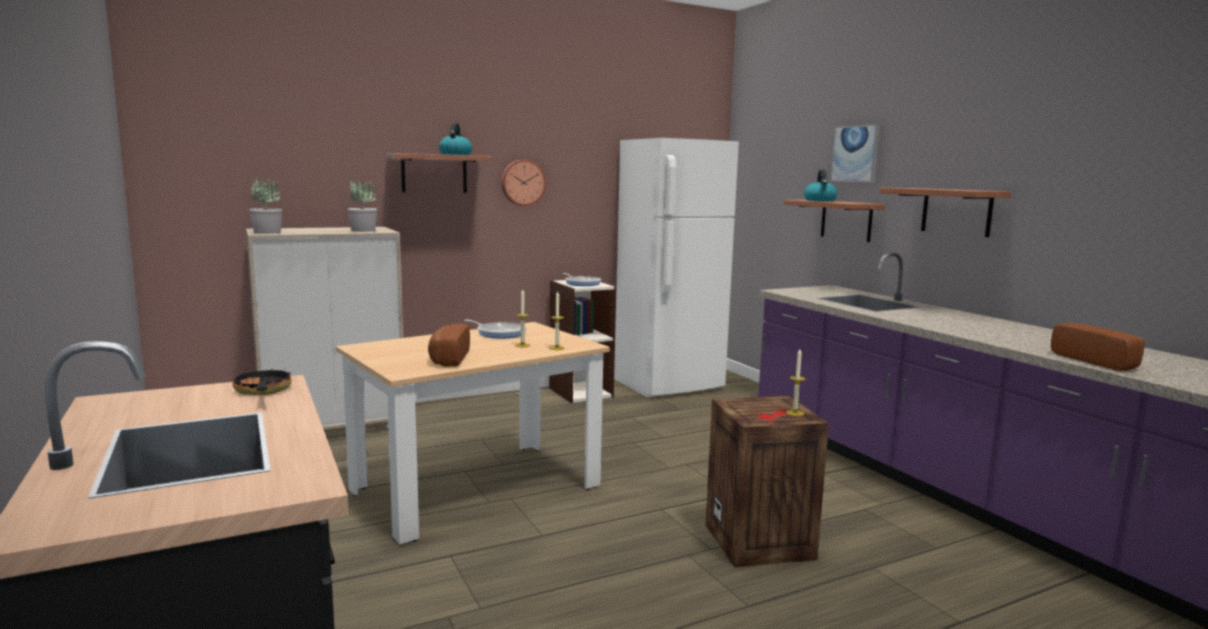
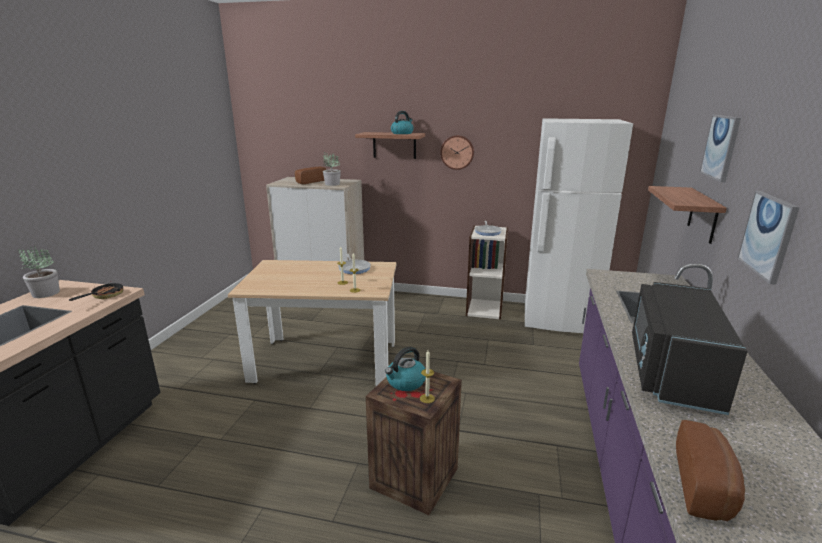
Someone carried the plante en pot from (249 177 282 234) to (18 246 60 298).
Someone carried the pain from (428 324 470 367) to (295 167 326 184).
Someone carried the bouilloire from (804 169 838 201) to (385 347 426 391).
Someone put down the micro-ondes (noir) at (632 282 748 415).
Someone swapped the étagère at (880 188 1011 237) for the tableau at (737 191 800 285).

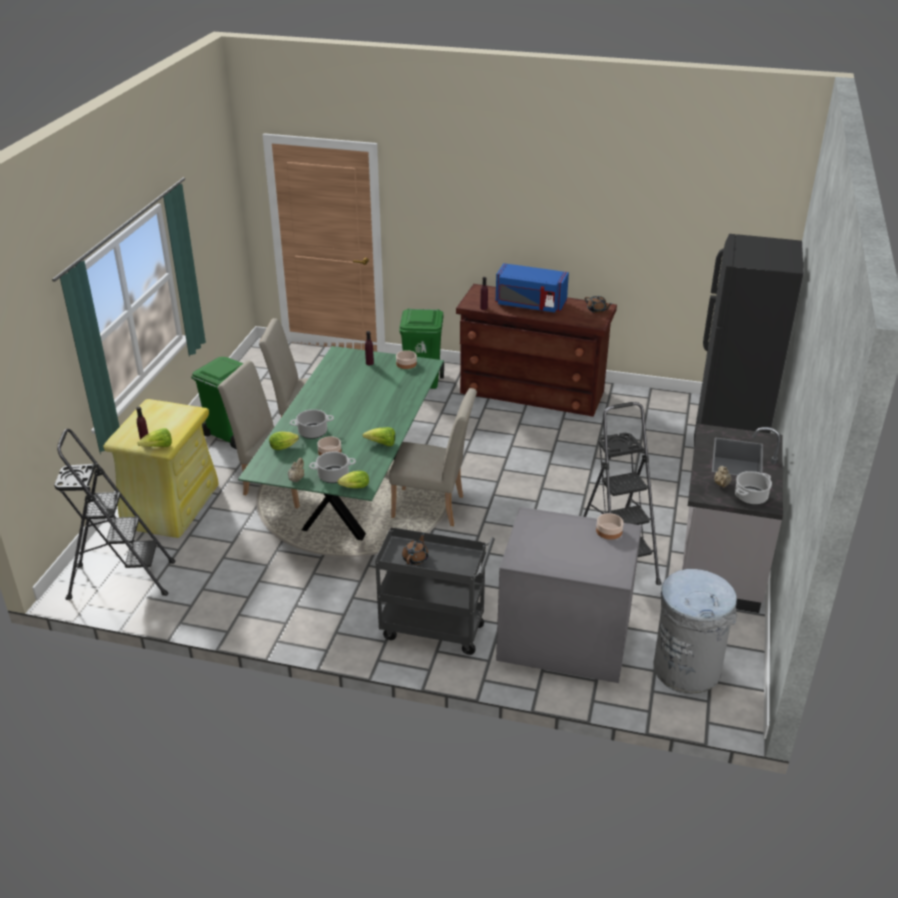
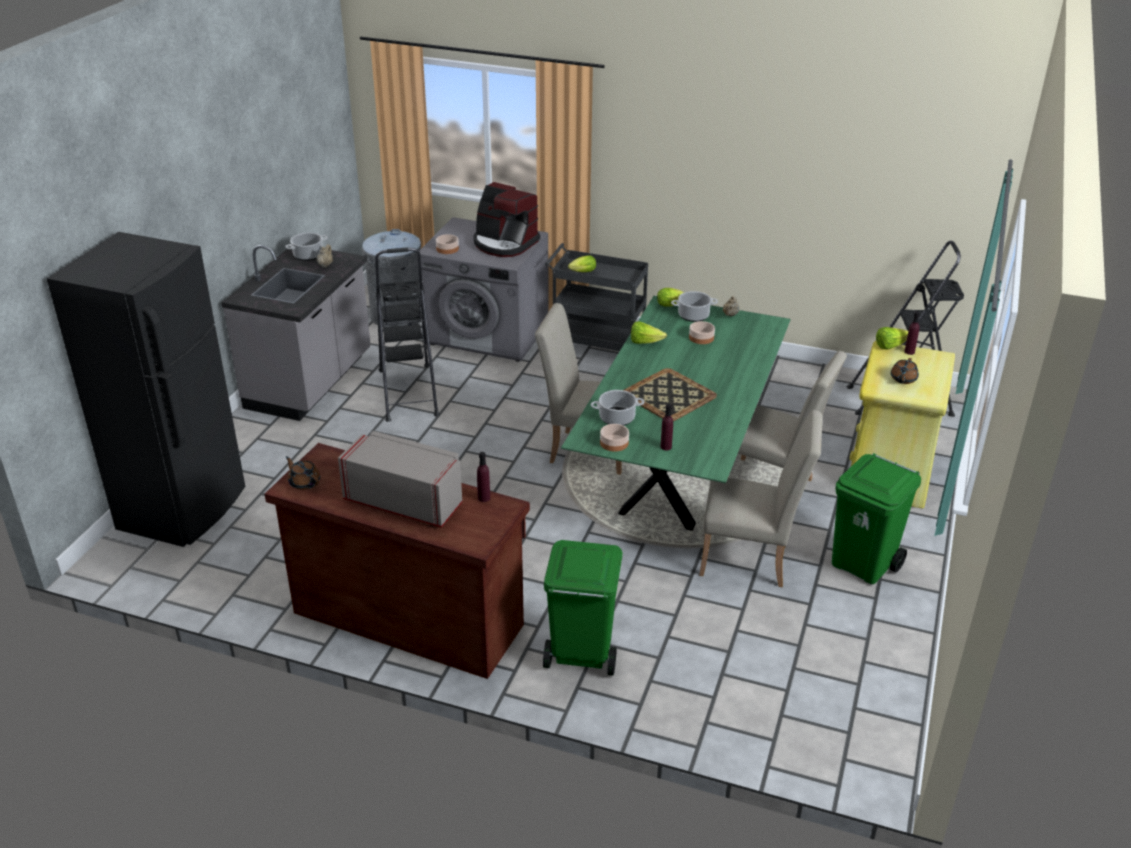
Someone repainted the micro-ondes (bleu) at (496 263 569 313), which became the micro-ondes (gris) at (338 431 462 528).
Someone put down the machine à café at (473 182 540 257).
Someone carried the laitue from (269 432 299 450) to (568 256 596 272).
Someone carried the marmite from (290 409 334 439) to (591 390 645 426).
Someone put down the plateau at (624 368 717 421).
Someone carried the théière (marron) from (402 533 429 565) to (891 358 919 384).

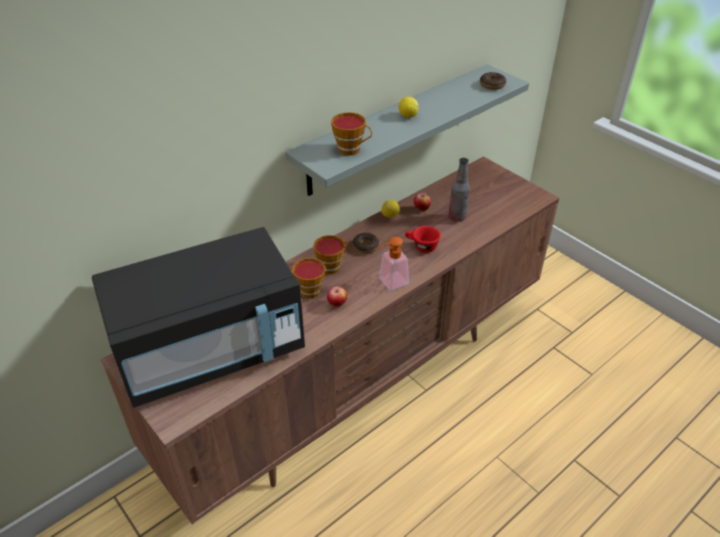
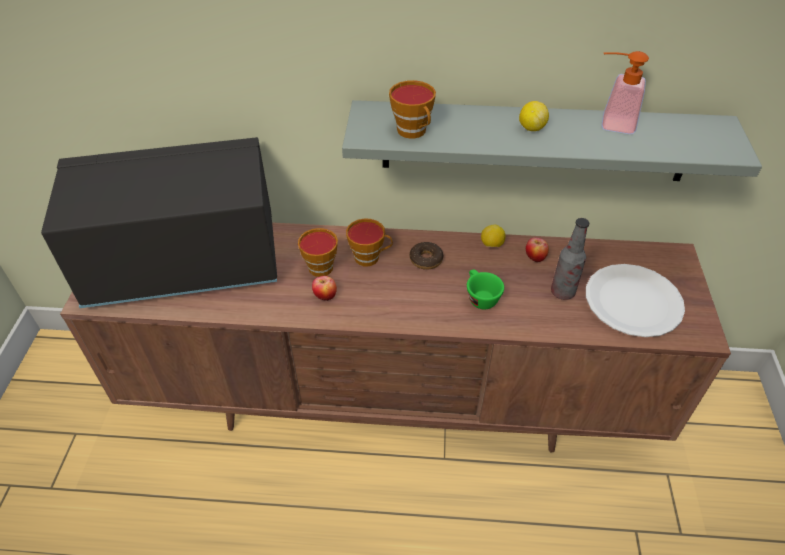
Someone rotated the micro-ondes (noir) at (92 227 305 408) by 150 degrees clockwise.
Someone repainted the tasse (rouge) at (405 226 441 253), which became the tasse (vert) at (467 270 504 309).
Someone put down the assiette (blanc) at (586 264 685 337).
Someone carried the distributeur de savon from (375 237 409 291) to (602 51 649 134).
Someone took away the beignet at (480 72 506 90).

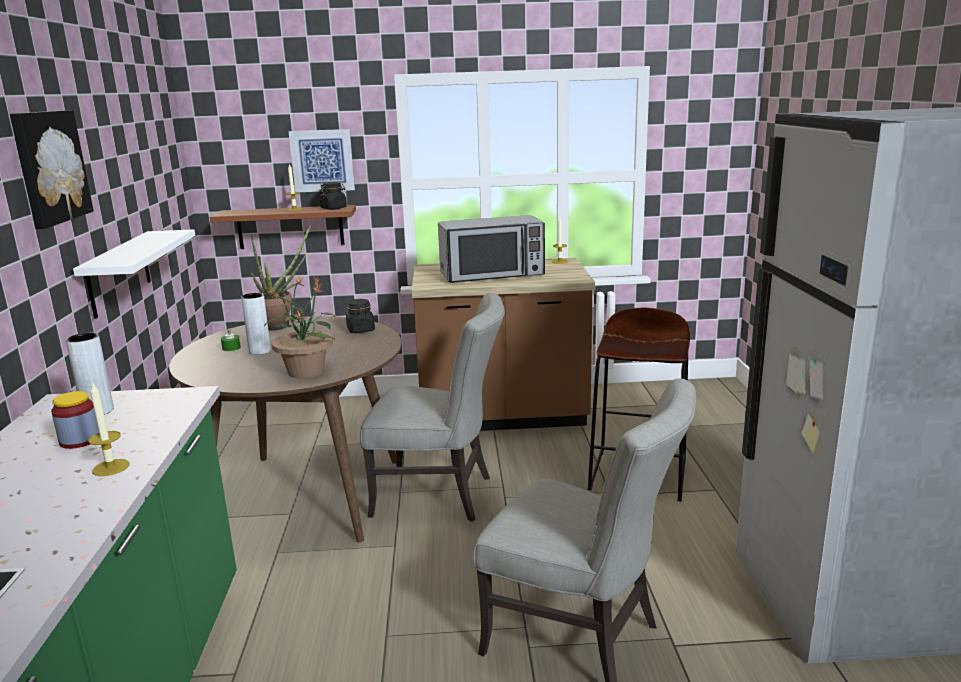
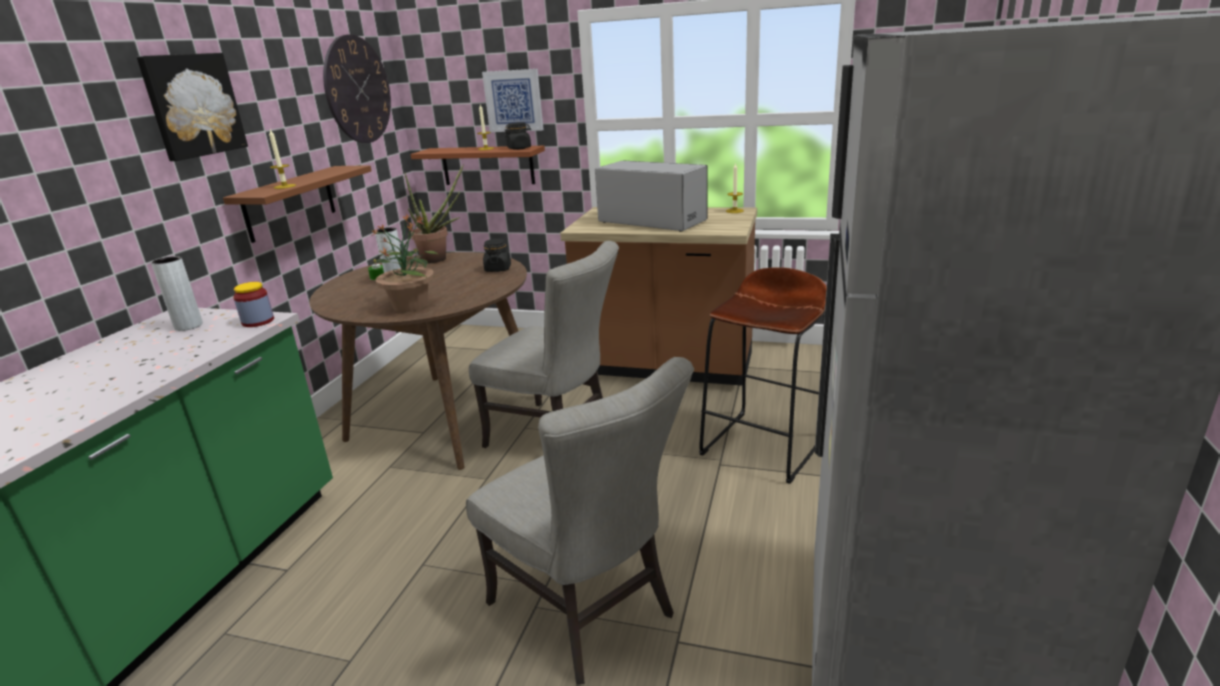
Someone repainted the étagère (blanc) at (73 229 195 319), which became the étagère (marron) at (223 165 372 243).
Someone carried the bocal from (51 391 99 449) to (233 282 274 327).
Someone carried the bougie from (88 382 130 476) to (269 129 296 189).
Someone put up the horloge murale at (323 34 391 143).
Someone rotated the micro-ondes at (438 215 545 283) by 150 degrees counterclockwise.

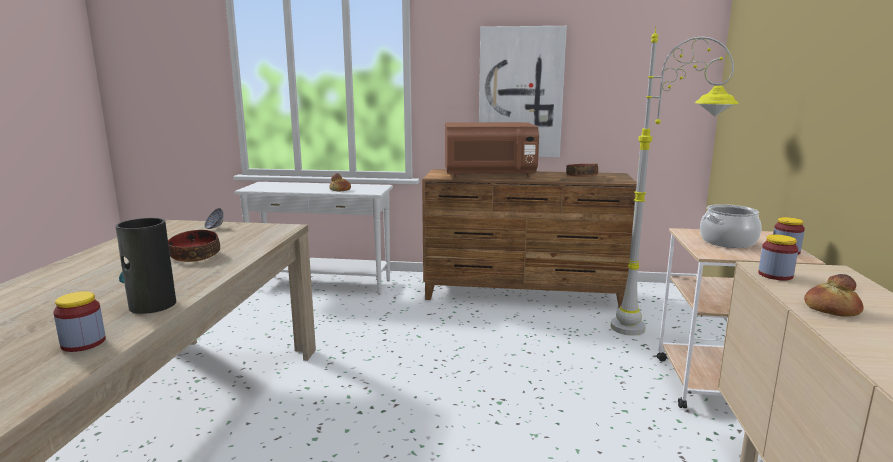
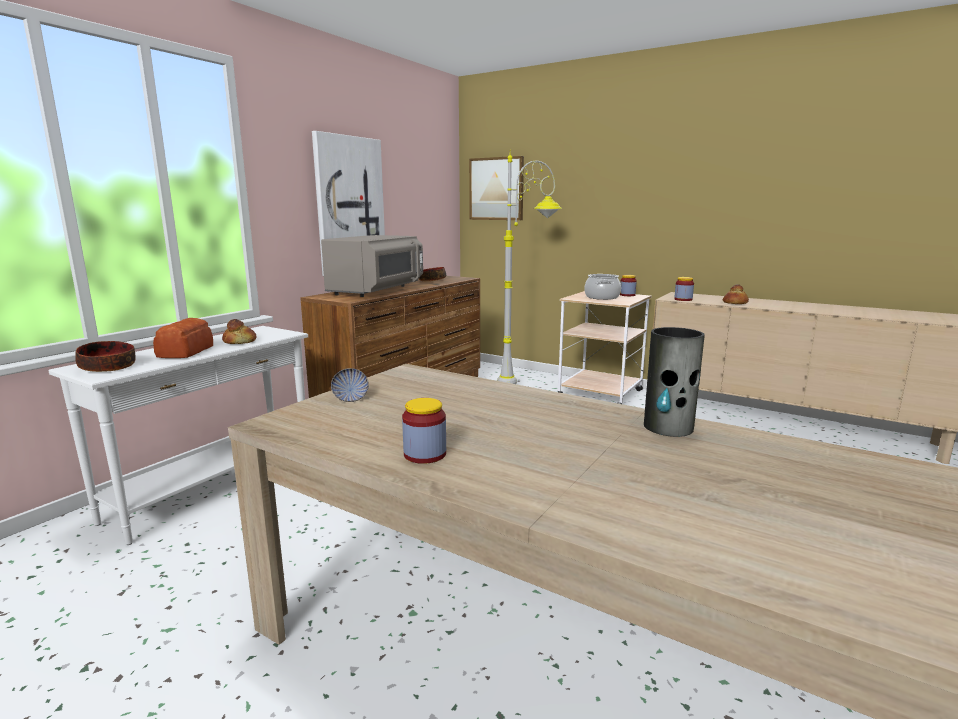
Someone carried the bol from (168 230 220 262) to (75 341 136 372).
Someone put down the pain at (153 318 213 358).
Someone repainted the micro-ondes (marron) at (445 122 539 177), which became the micro-ondes (gris) at (321 235 423 297).
Someone carried the bocal from (53 292 106 352) to (402 398 446 464).
Someone put up the tableau at (469 156 524 220).

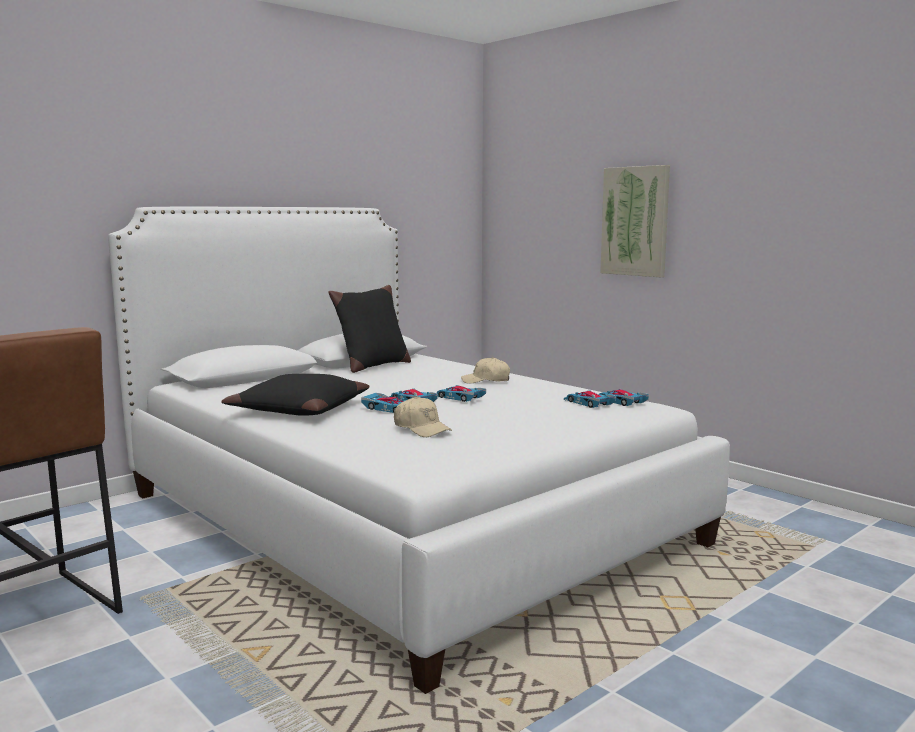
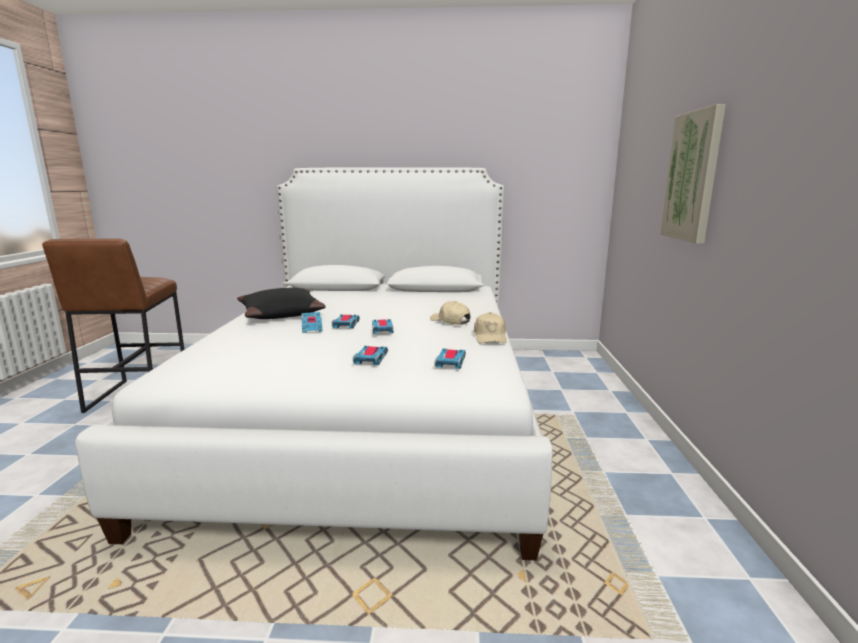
Someone carried the petite voiture from (599 389 649 406) to (353 346 388 365).
Someone carried the casquette (beige) from (394 397 452 437) to (474 312 507 343).
Someone took away the coussin (noir) at (329 285 411 373).

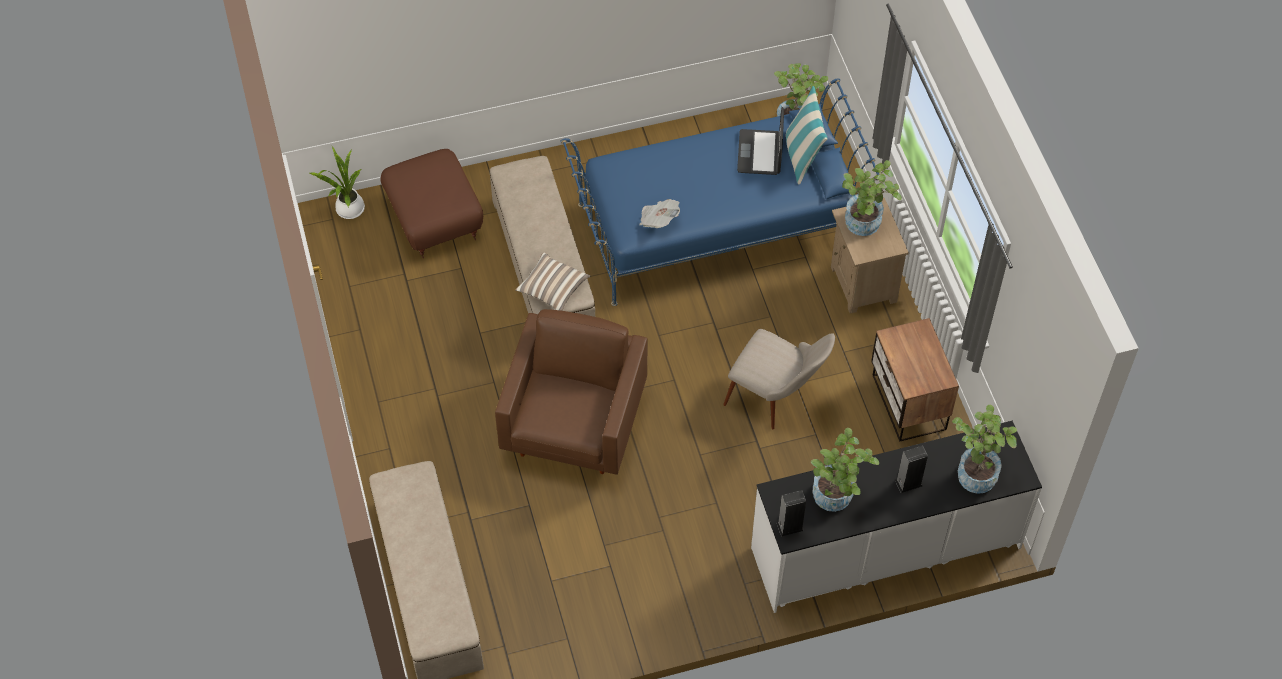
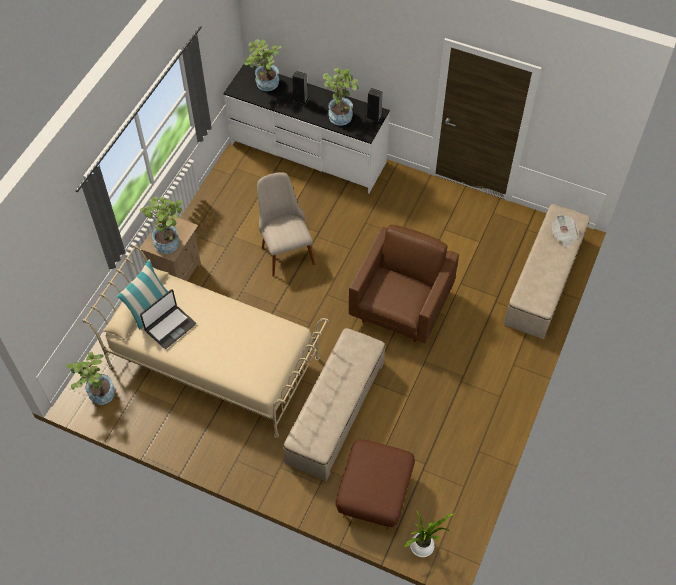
Someone repainted the lit (bleu) at (560 78 879 306), which became the lit (beige) at (82 245 329 438).
Someone rotated the fauteuil (marron) at (495 309 648 475) by 150 degrees clockwise.
Someone carried the journal from (640 199 680 228) to (552 214 579 248).
Someone took away the coussin at (515 252 590 311).
Someone took away the table de chevet at (871 318 959 442).

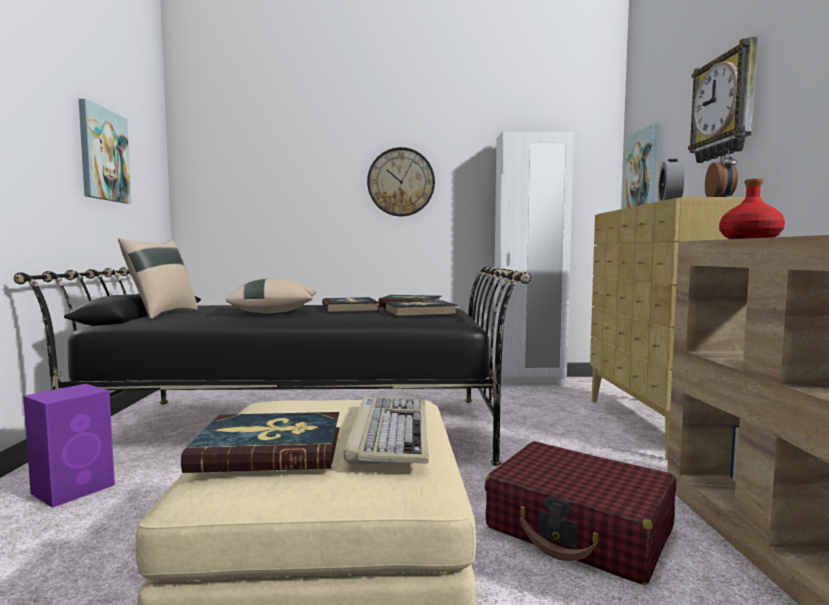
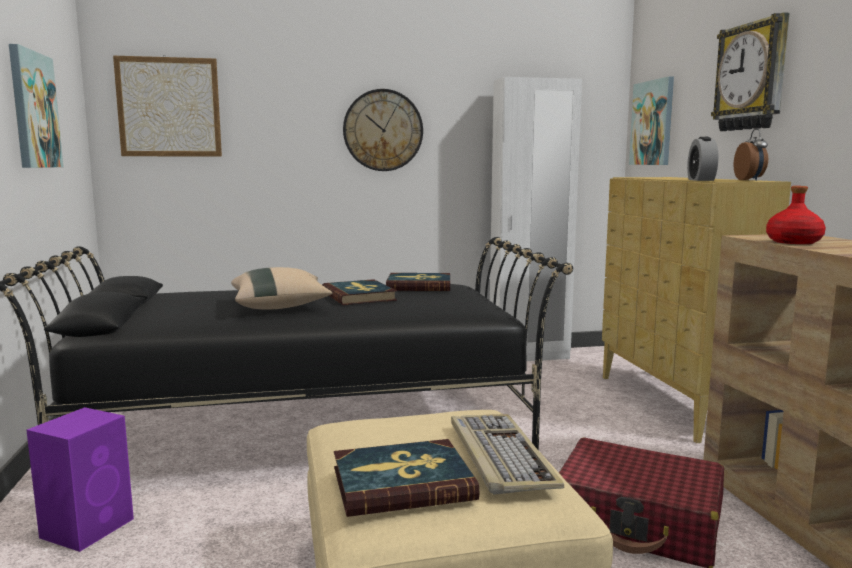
Someone put up the tableau at (113 55 222 156).
Someone took away the coussin (beige) at (118 238 198 319).
Someone took away the livre at (384 300 458 317).

